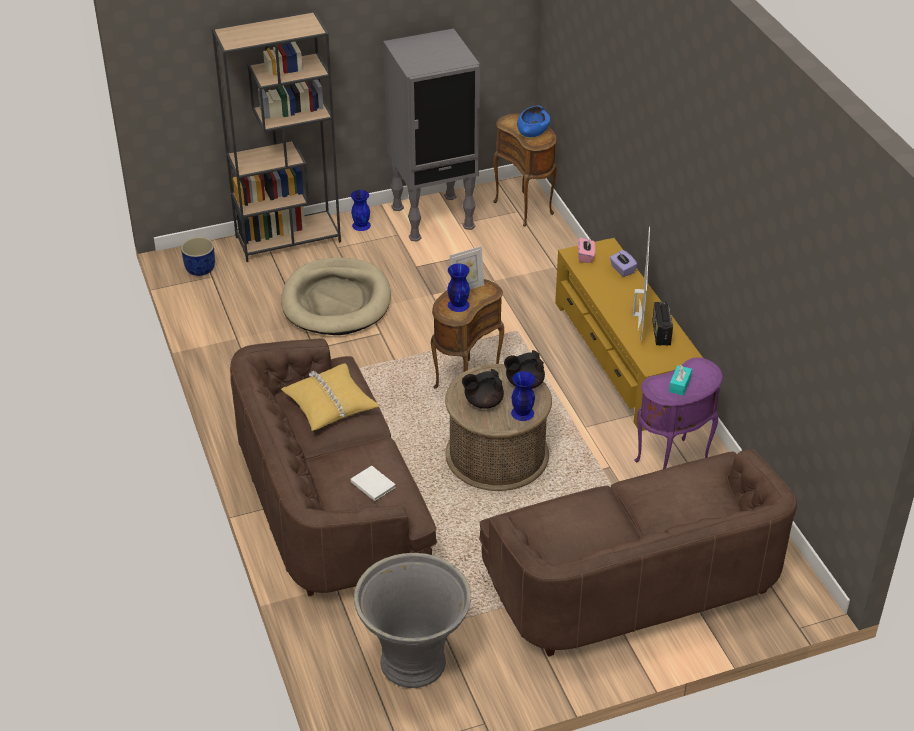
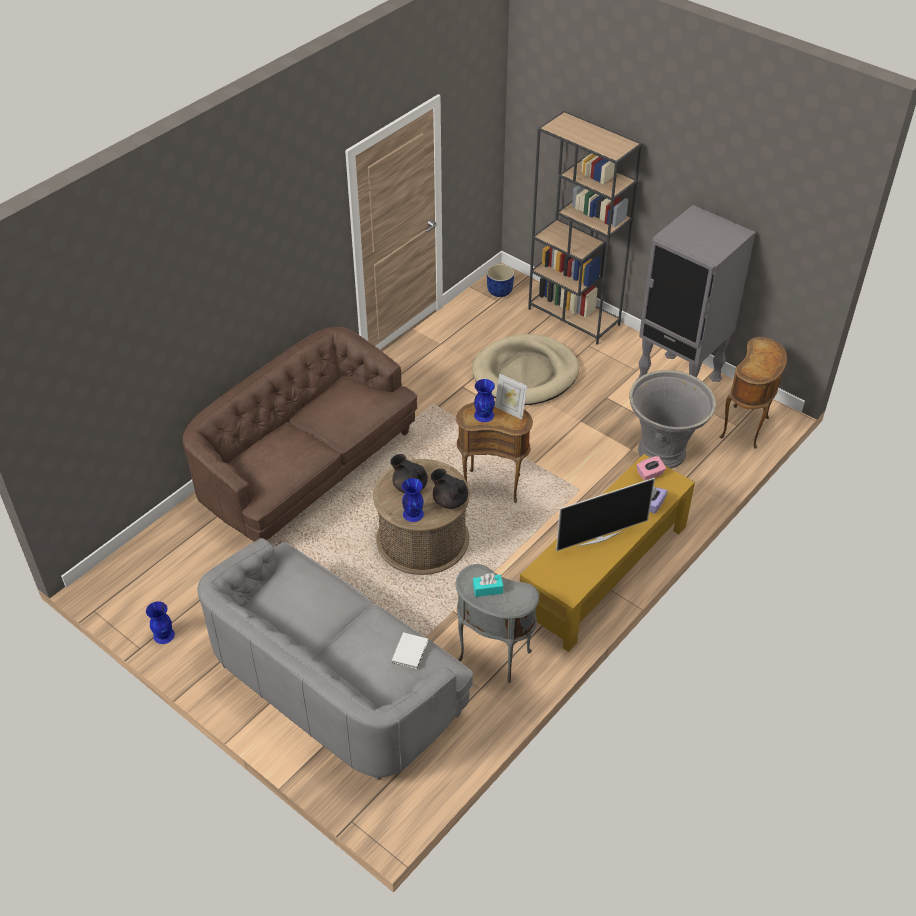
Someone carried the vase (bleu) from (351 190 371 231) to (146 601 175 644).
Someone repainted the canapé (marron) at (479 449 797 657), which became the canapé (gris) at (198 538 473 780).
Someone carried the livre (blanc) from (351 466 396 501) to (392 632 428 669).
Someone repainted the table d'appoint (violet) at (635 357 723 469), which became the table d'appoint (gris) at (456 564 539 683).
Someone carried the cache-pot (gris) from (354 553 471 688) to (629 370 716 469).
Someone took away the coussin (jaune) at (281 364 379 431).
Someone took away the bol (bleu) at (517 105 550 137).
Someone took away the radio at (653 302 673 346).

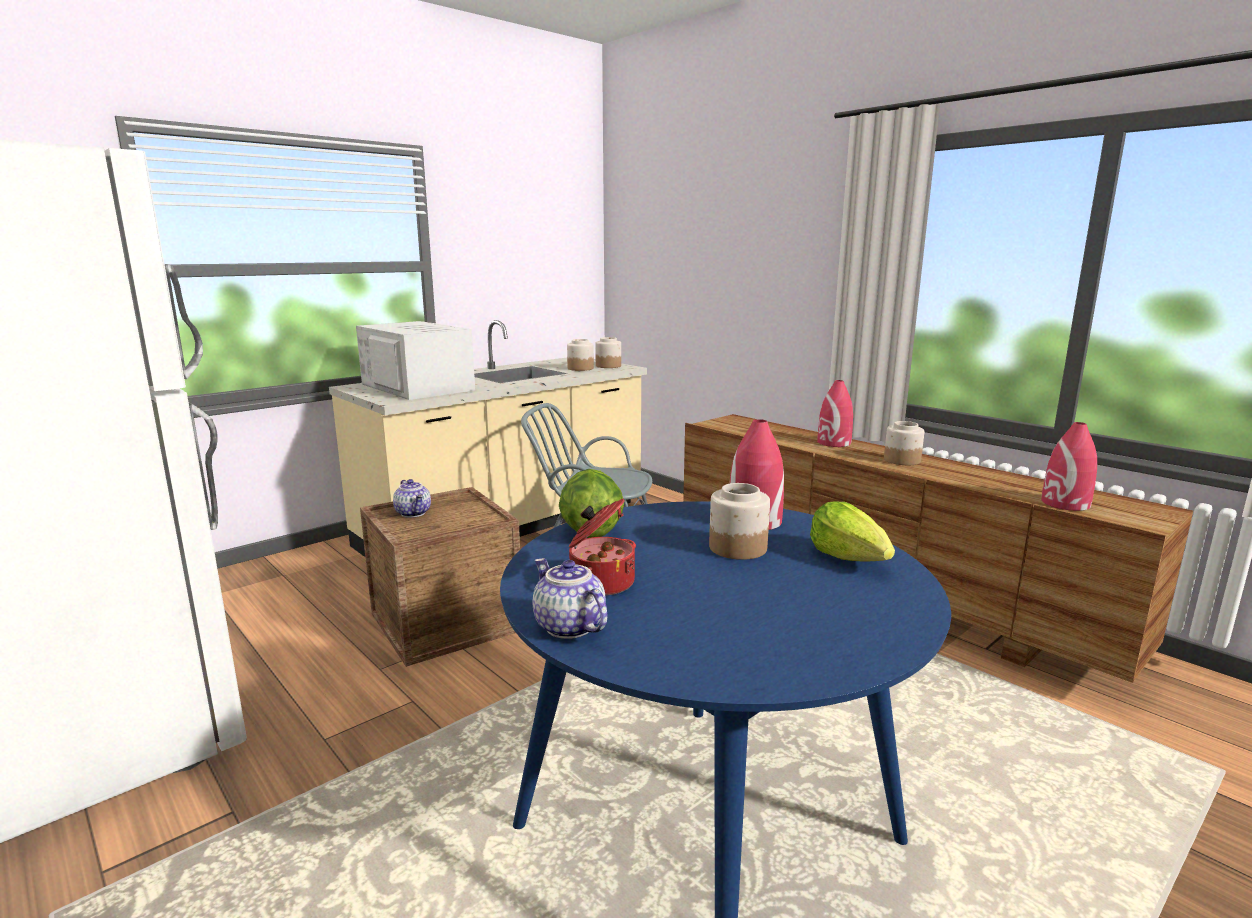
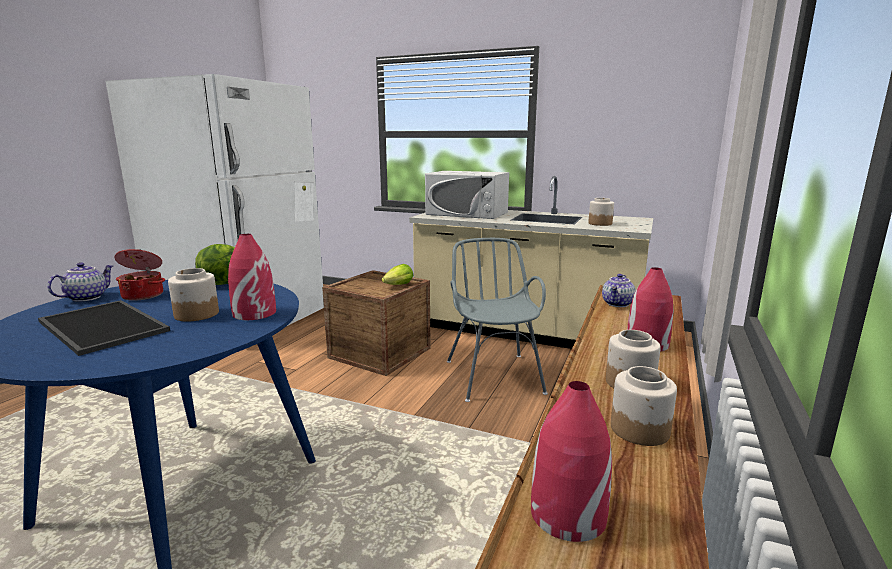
Someone put down the plateau at (38 300 170 356).
Someone carried the laitue from (810 501 895 561) to (381 264 413 285).
Someone rotated the micro-ondes (blanc) at (356 321 475 400) by 90 degrees clockwise.
Someone carried the théière from (393 479 431 518) to (602 274 636 307).
Someone carried the bocal from (595 337 621 368) to (611 366 677 446).

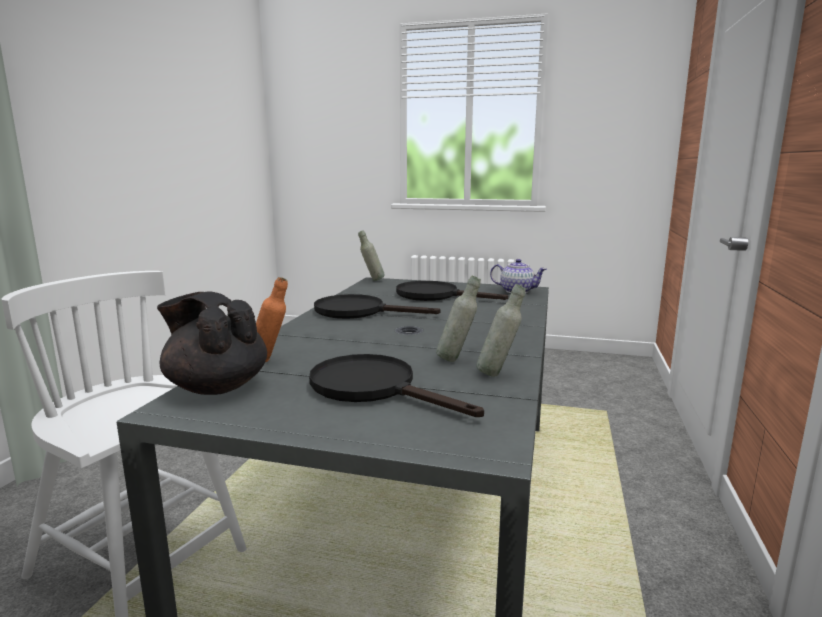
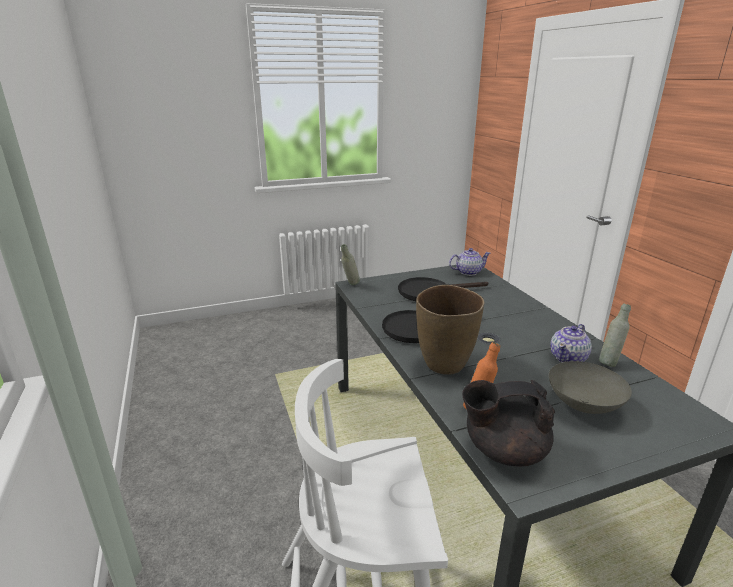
Someone put down the vase (marron) at (416 285 484 375).
Someone swapped the poêle (noir) at (309 354 484 417) for the bol (gris) at (549 361 632 414).
Someone swapped the bouteille (gris) at (436 276 481 362) for the théière at (550 324 592 362).

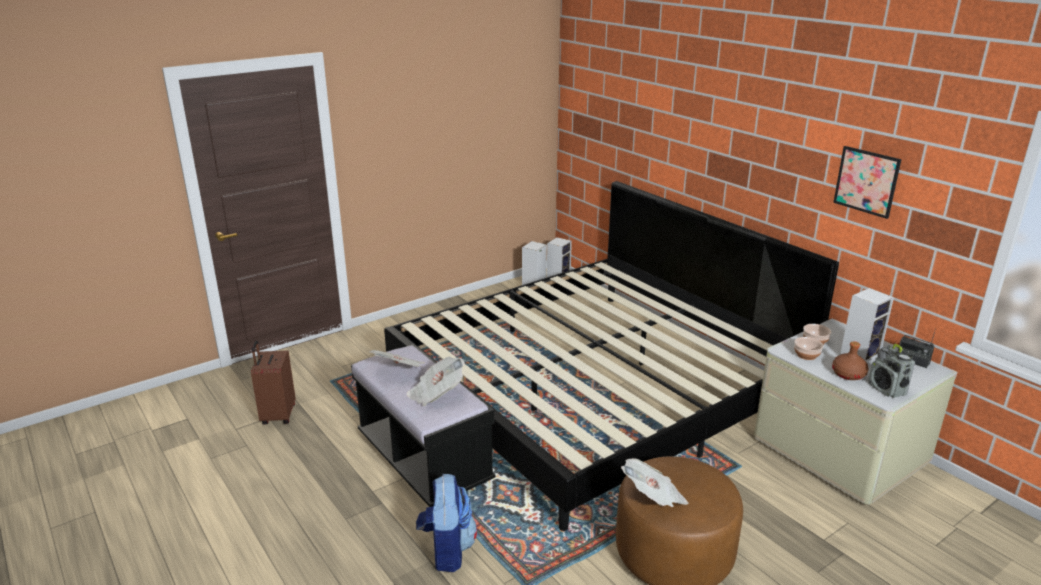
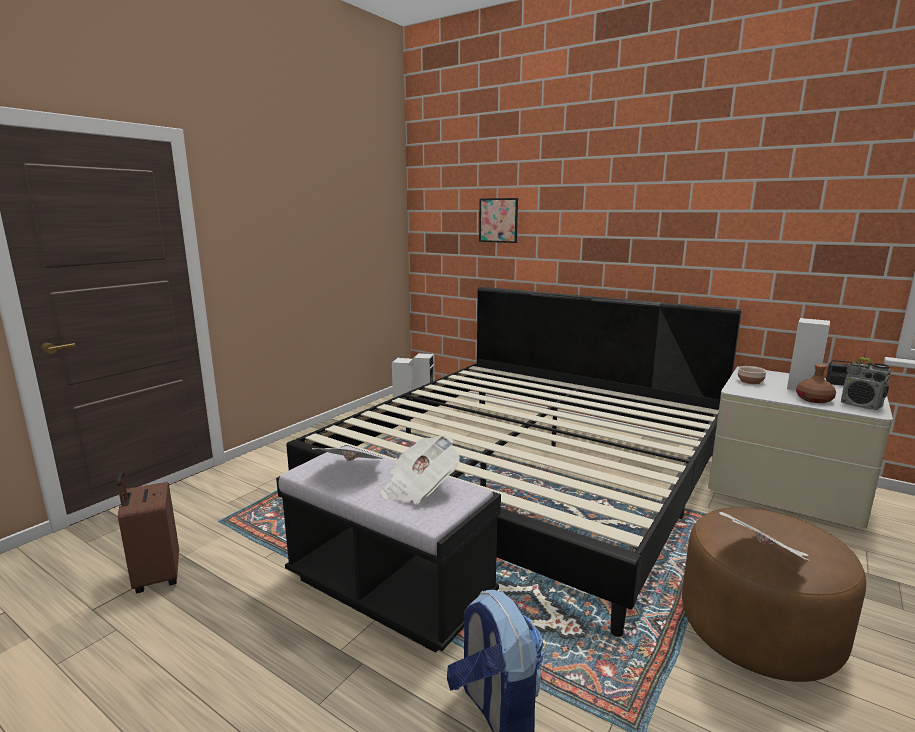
Someone carried the tableau from (833 146 902 219) to (479 198 518 243).
Someone took away the bol at (794 337 823 360).

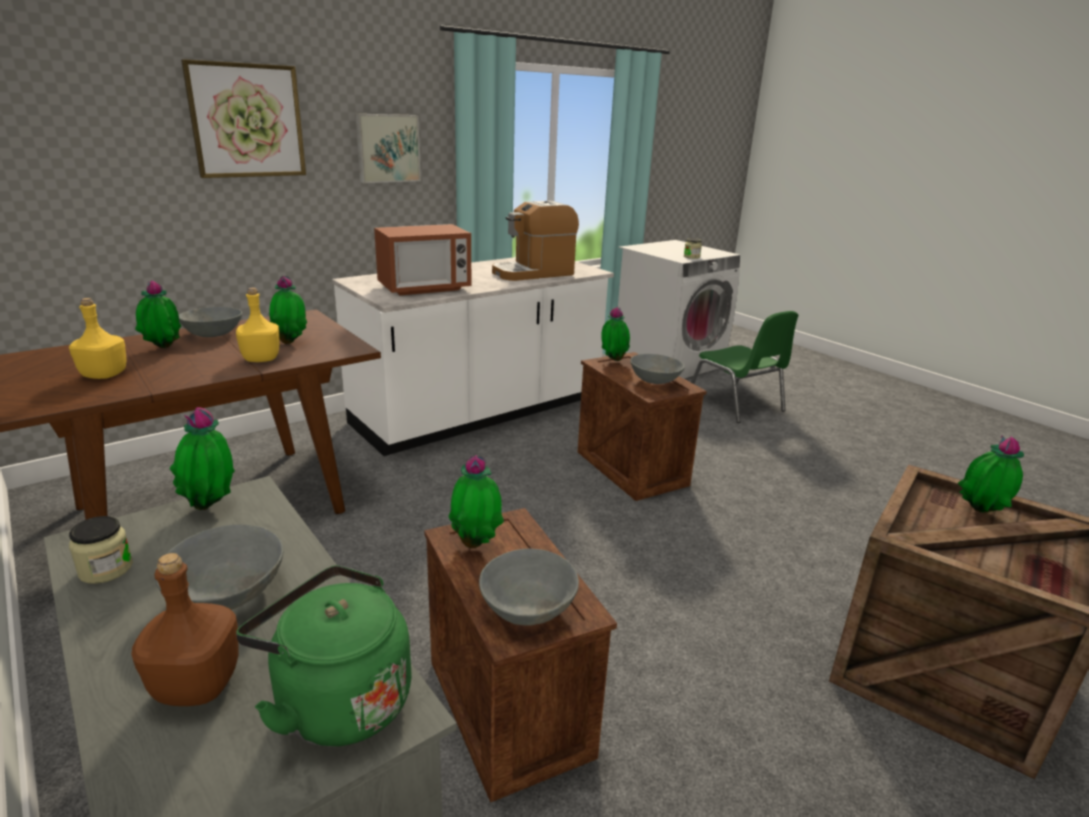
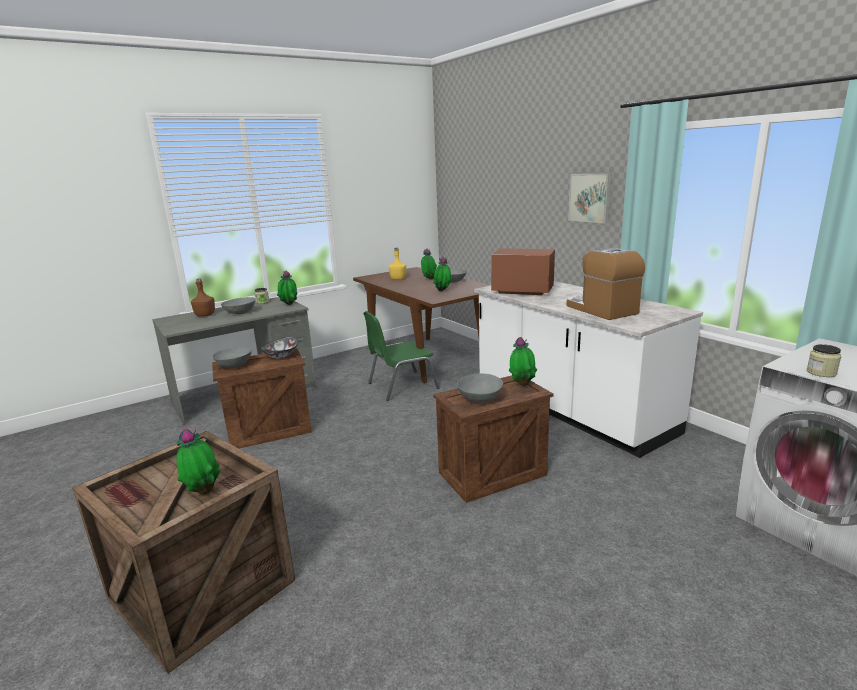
Someone swapped the plante en pot at (449 455 504 548) for the bol at (260 337 298 359).
Someone carried the chaise (vert) from (691 311 798 423) to (364 311 439 401).
Someone rotated the micro-ondes at (374 224 471 295) by 135 degrees clockwise.
Someone took away the tableau at (181 59 306 178).
Someone took away the bouteille (jaune) at (236 287 279 362).
Someone took away the bouilloire (vert) at (236 565 411 747).

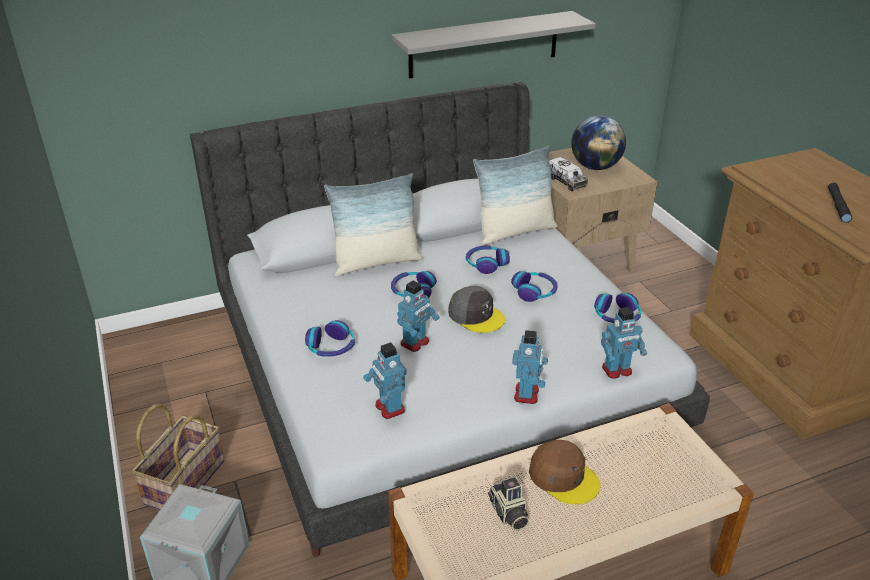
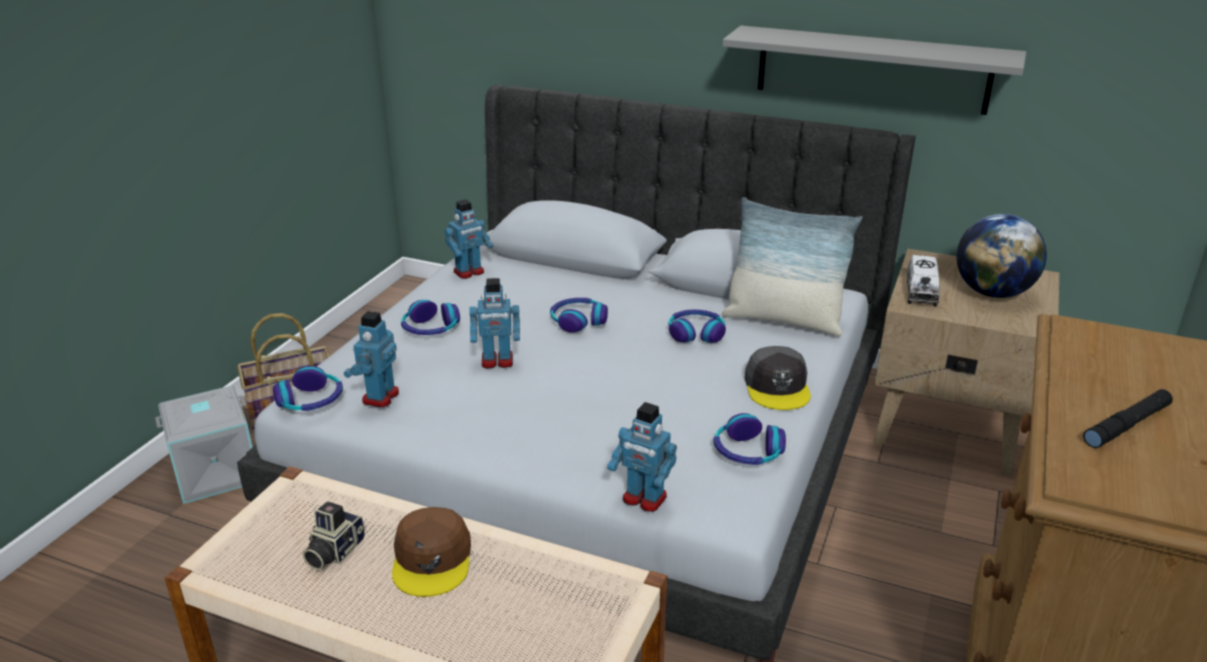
Someone carried the casque audio from (511 271 558 302) to (273 366 343 411).
Someone carried the robot jouet from (512 330 548 404) to (445 199 493 279).
Someone carried the casquette (gris) from (448 286 505 333) to (745 346 811 410).
Someone took away the coussin at (324 173 423 276).

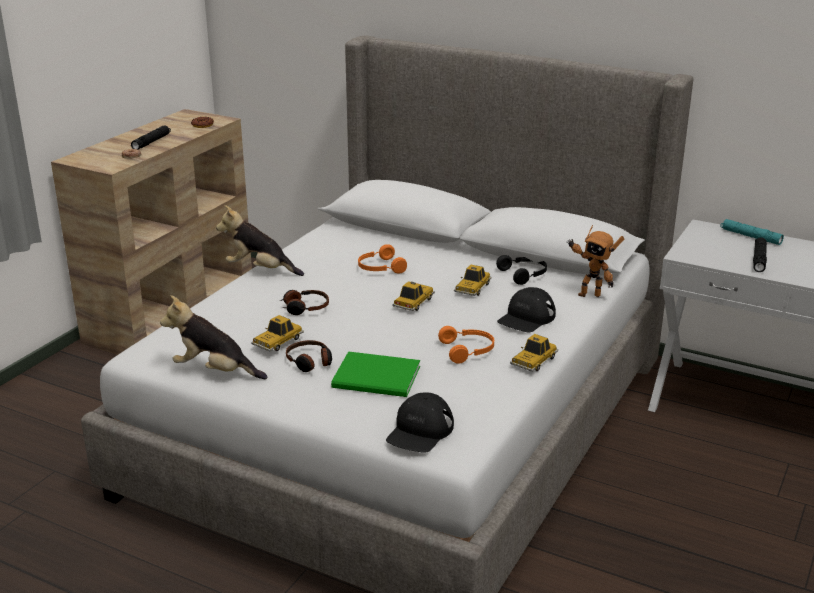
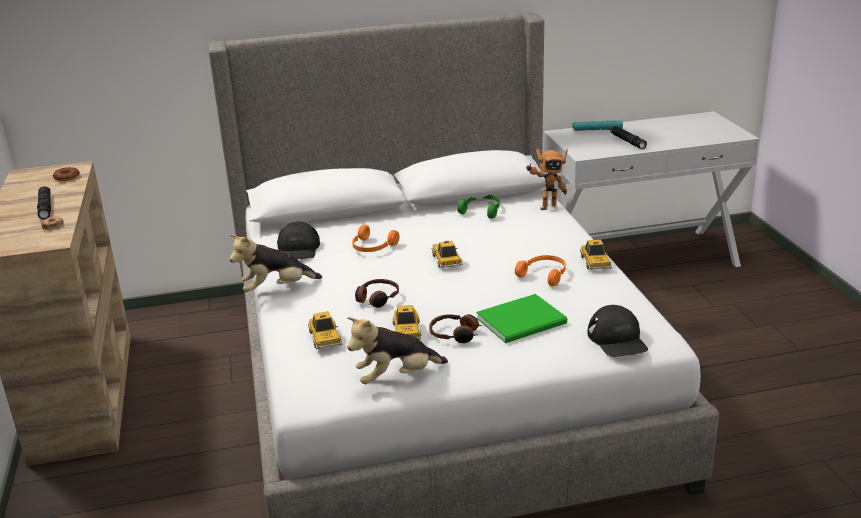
Someone carried the casquette (noir) from (497 287 556 332) to (277 222 320 259).
Someone carried the petite voiture from (454 265 491 296) to (308 311 342 349).
Someone repainted the casque audio (noir) at (496 255 547 285), which became the casque audio (vert) at (457 195 500 219).

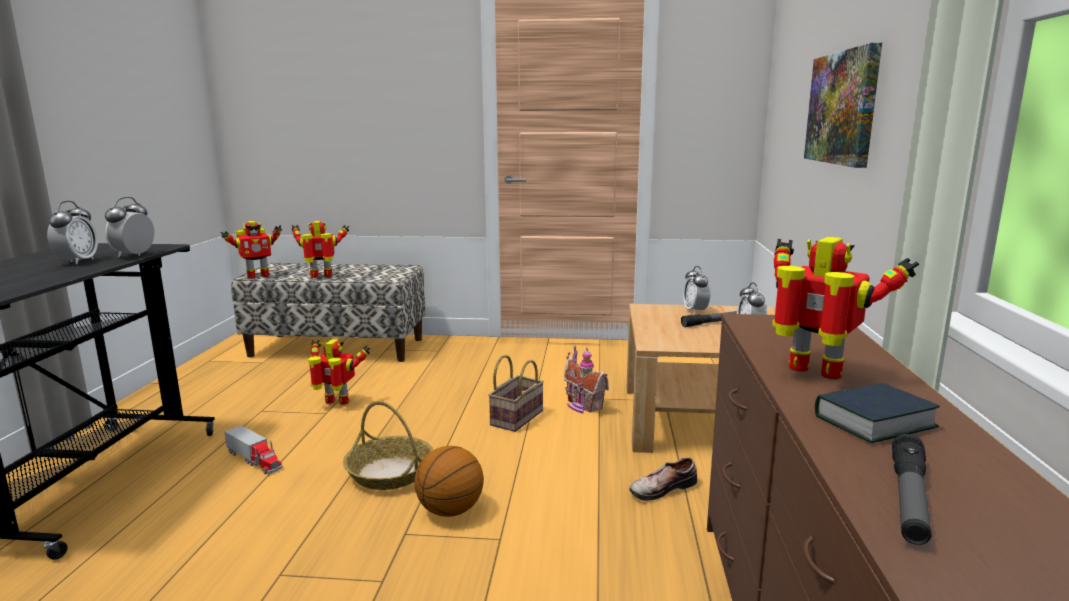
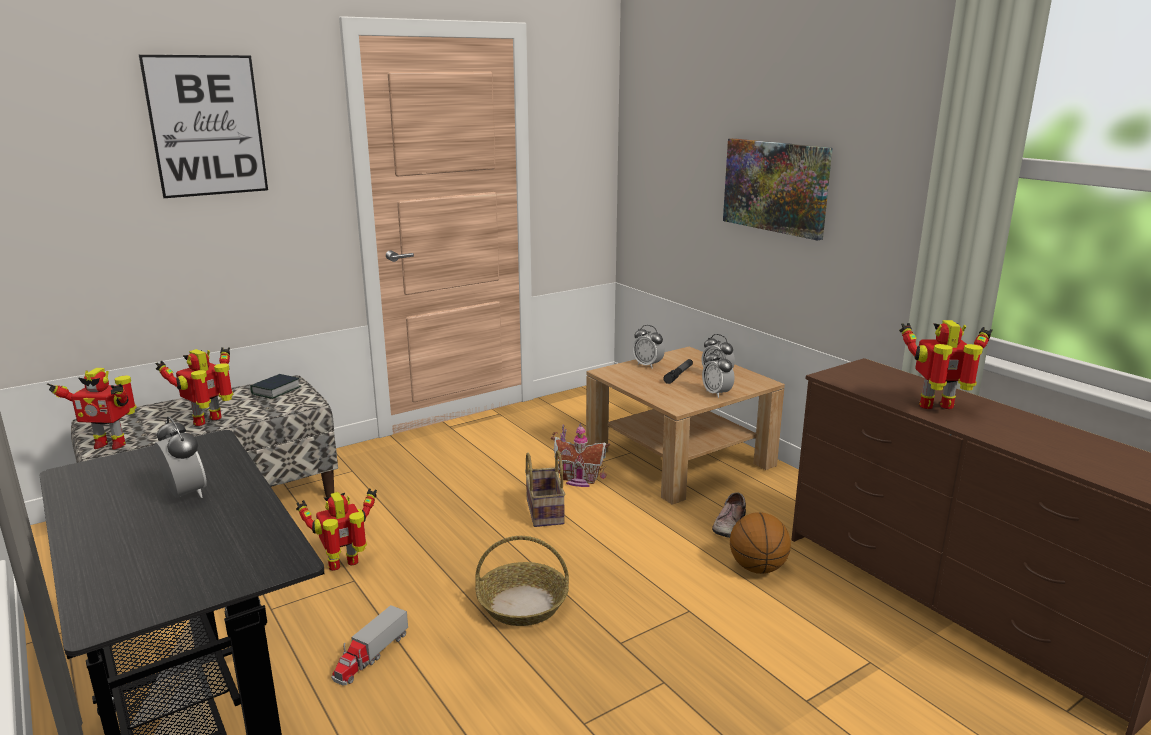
Someone rotated the robot jouet at (220 221 282 279) by 75 degrees clockwise.
Someone put up the tableau at (139 55 268 198).
Someone carried the livre from (815 383 940 443) to (250 374 301 399).
Someone rotated the camion jouet at (224 425 283 474) by 120 degrees clockwise.
Someone carried the réveil from (105 197 154 257) to (702 349 734 398).
Someone carried the ballon de basket from (414 446 484 517) to (730 512 791 574).
Someone took away the lampe de poche at (892 434 931 545).

